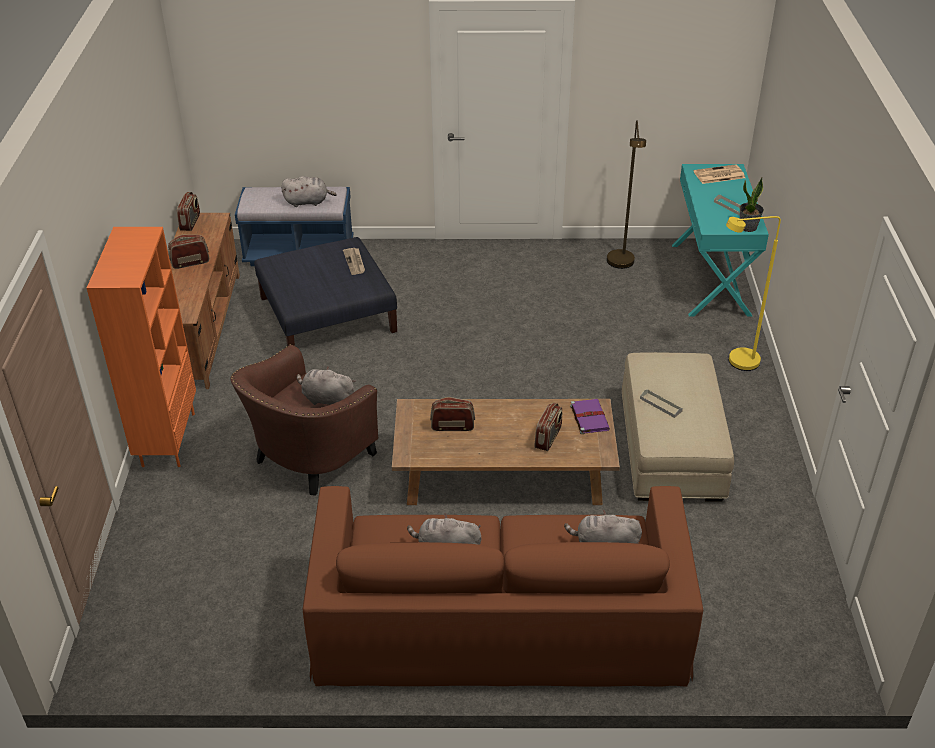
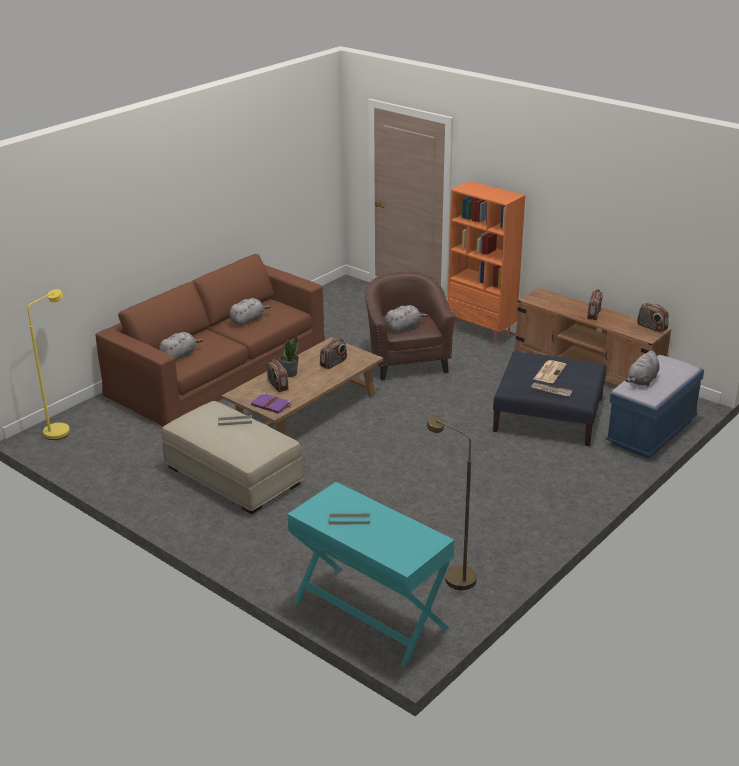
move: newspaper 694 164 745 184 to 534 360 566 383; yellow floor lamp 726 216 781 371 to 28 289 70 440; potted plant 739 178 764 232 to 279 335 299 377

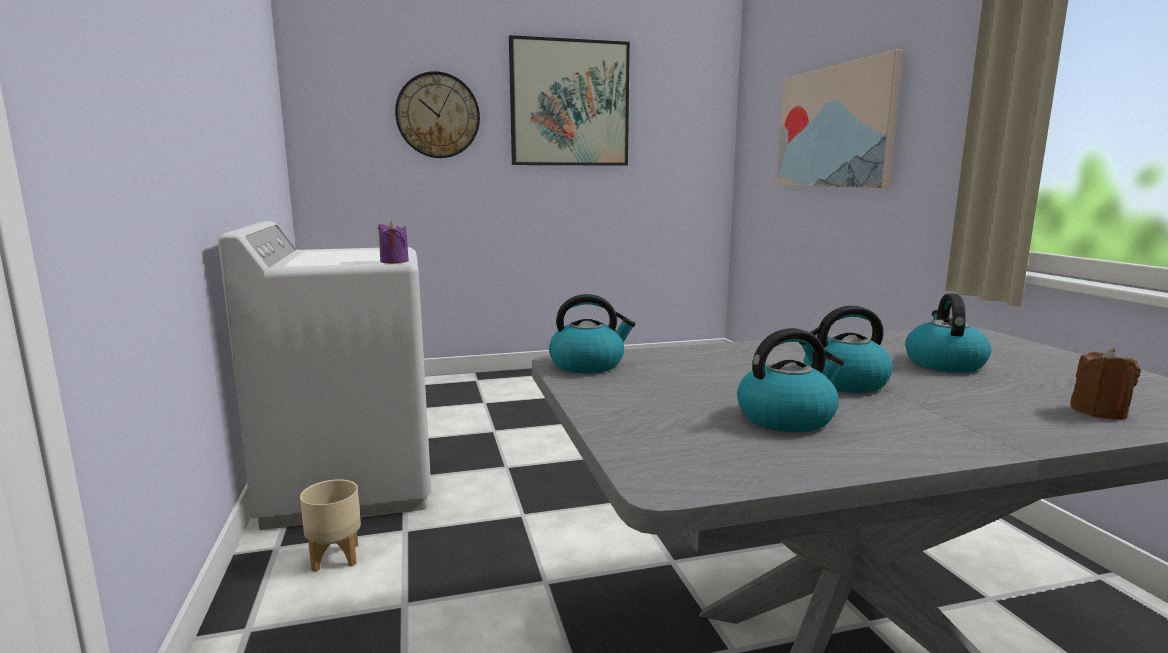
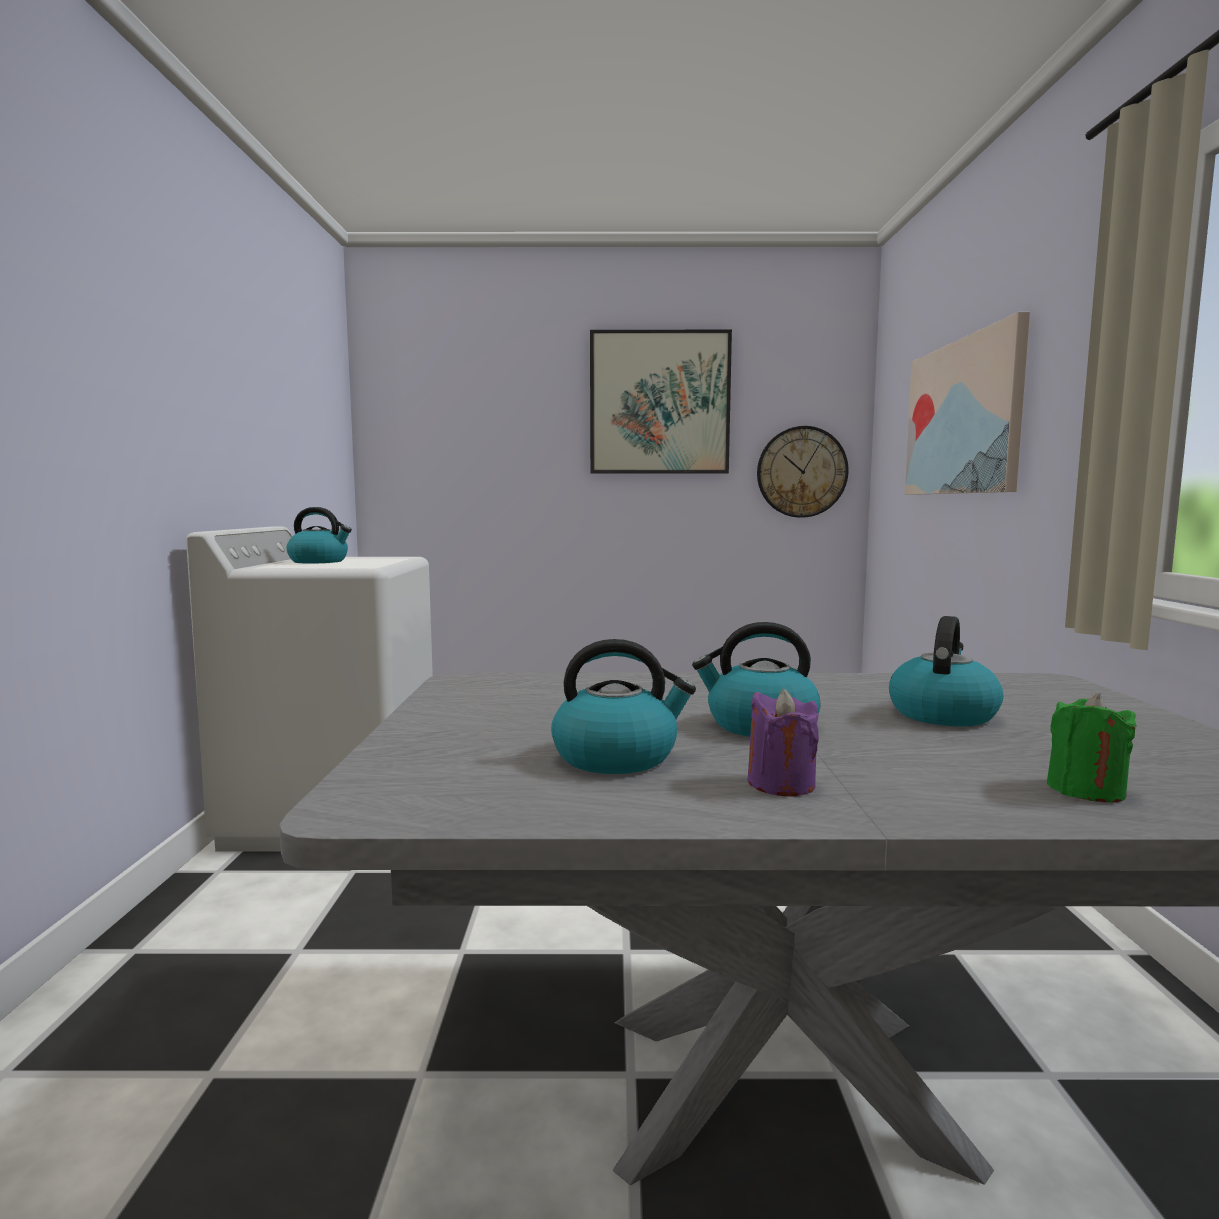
delete: beige planter 300 479 361 572
move: purple candle 378 221 409 263 to 748 689 819 797; wall clock 395 71 480 158 to 757 426 849 518; kettle 549 294 636 374 to 287 507 352 564
recolor: brown candle 1070 348 1141 419 to green candle 1047 693 1137 802

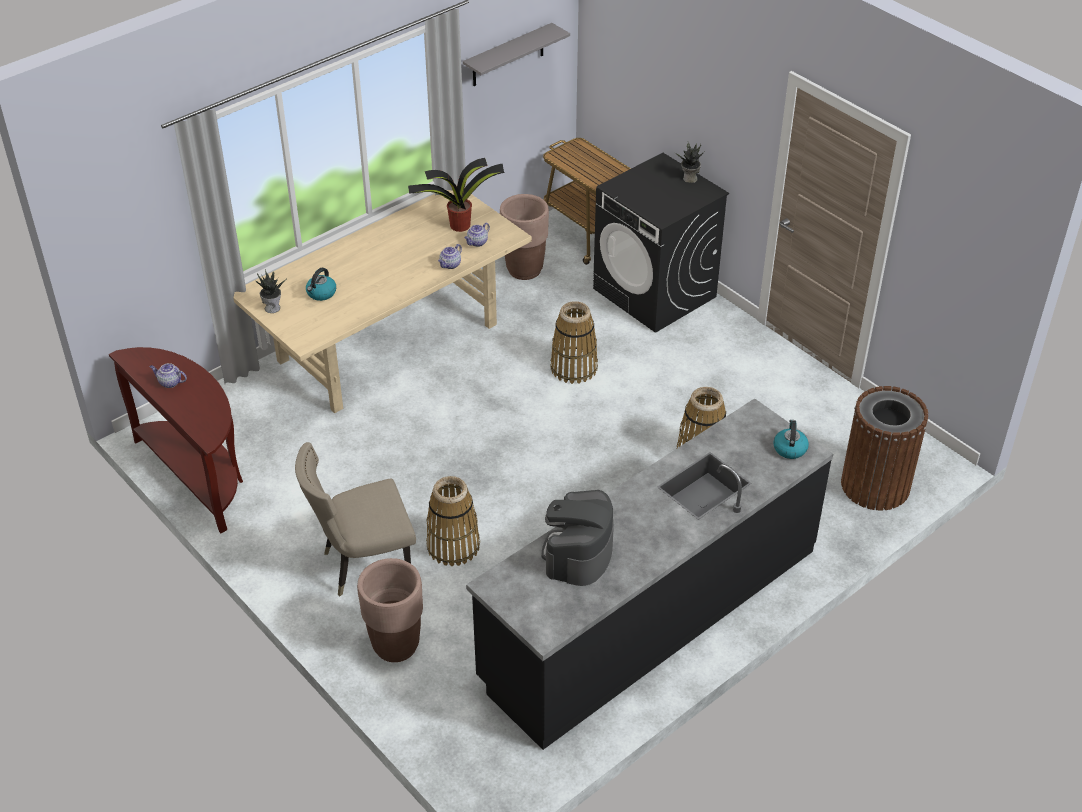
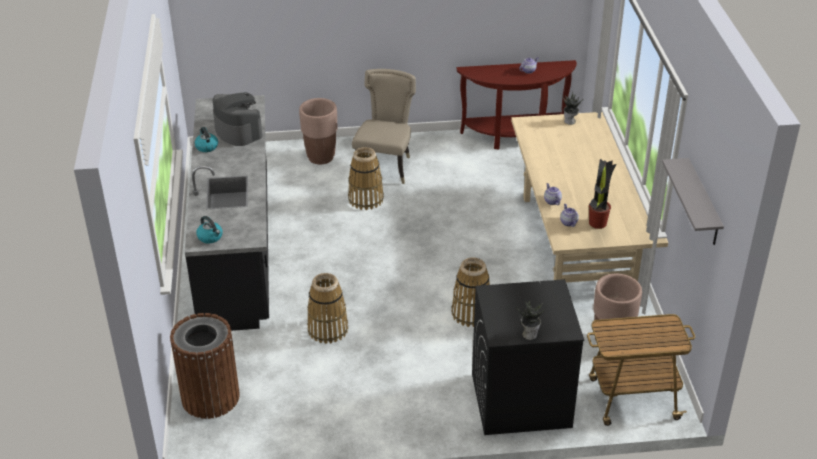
move: kettle 306 268 336 301 to 194 127 218 152

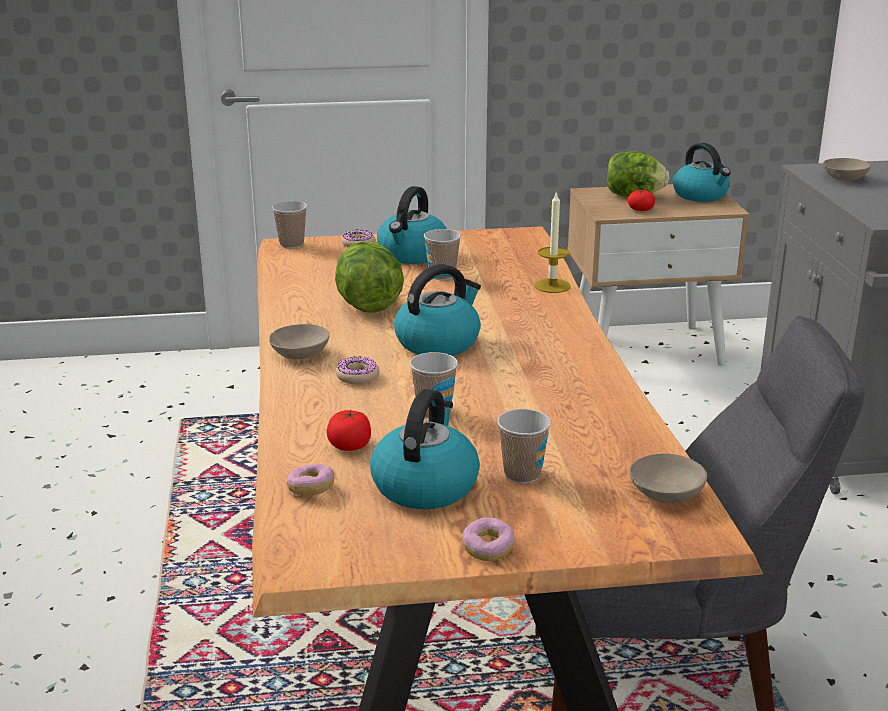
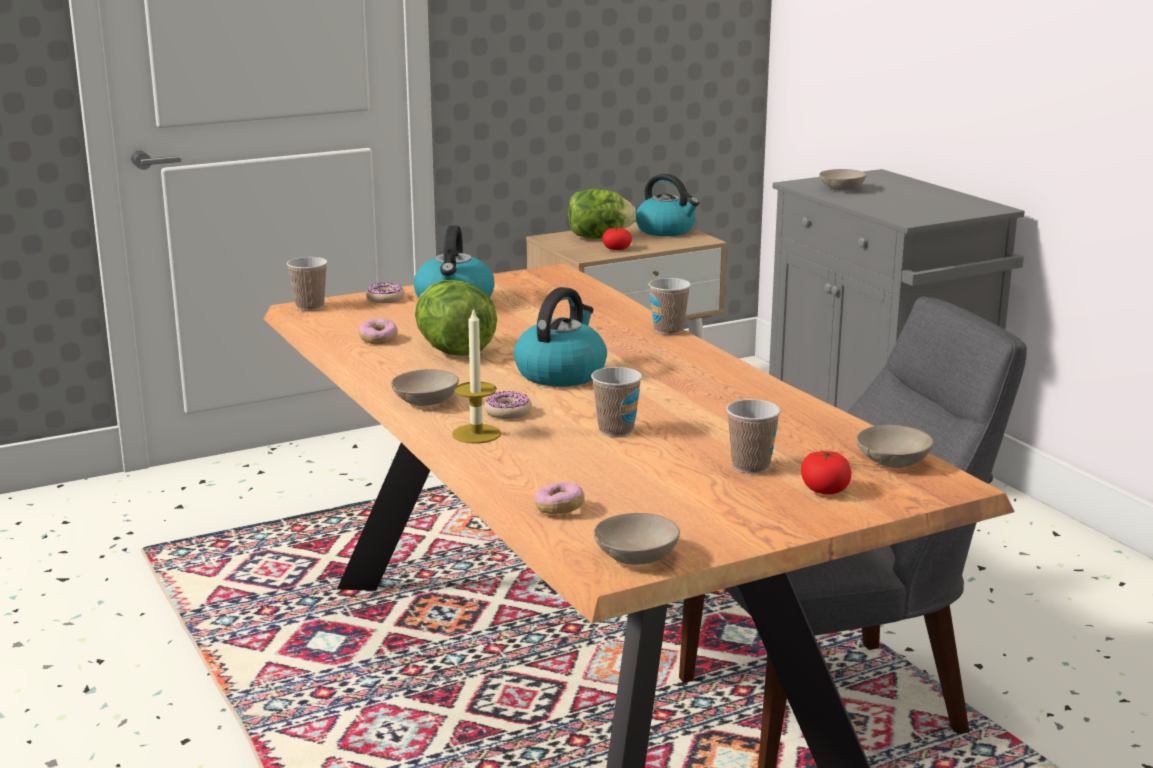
delete: kettle 370 389 480 509
insert: beige bowl 593 513 680 565
move: tomato 327 410 371 451 to 801 450 851 495; cup 424 229 461 280 to 649 278 691 335; donut 462 517 515 561 to 358 318 398 345; candle 534 191 571 293 to 452 307 501 444

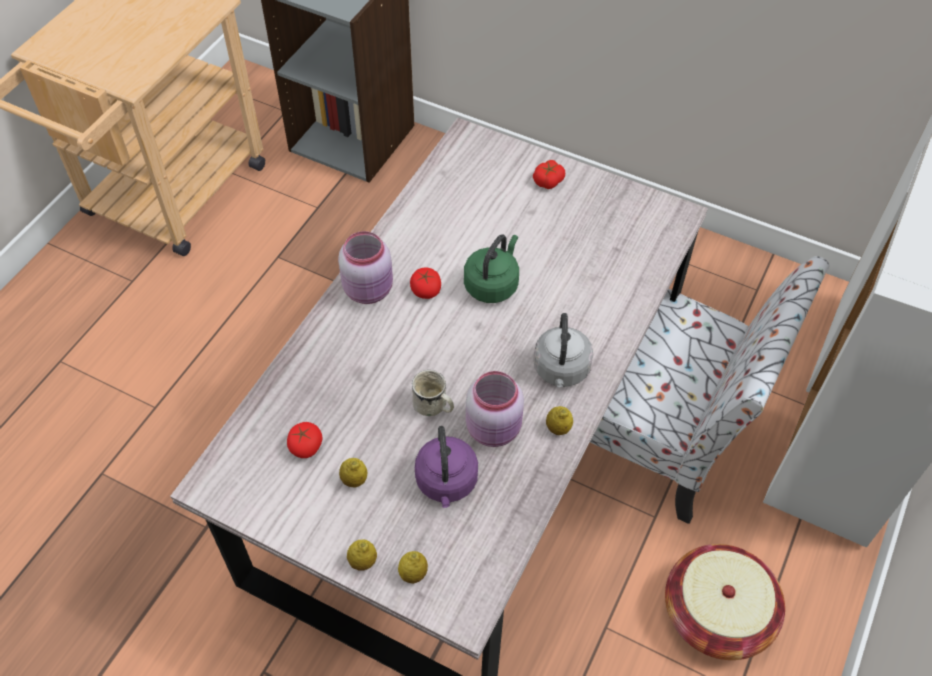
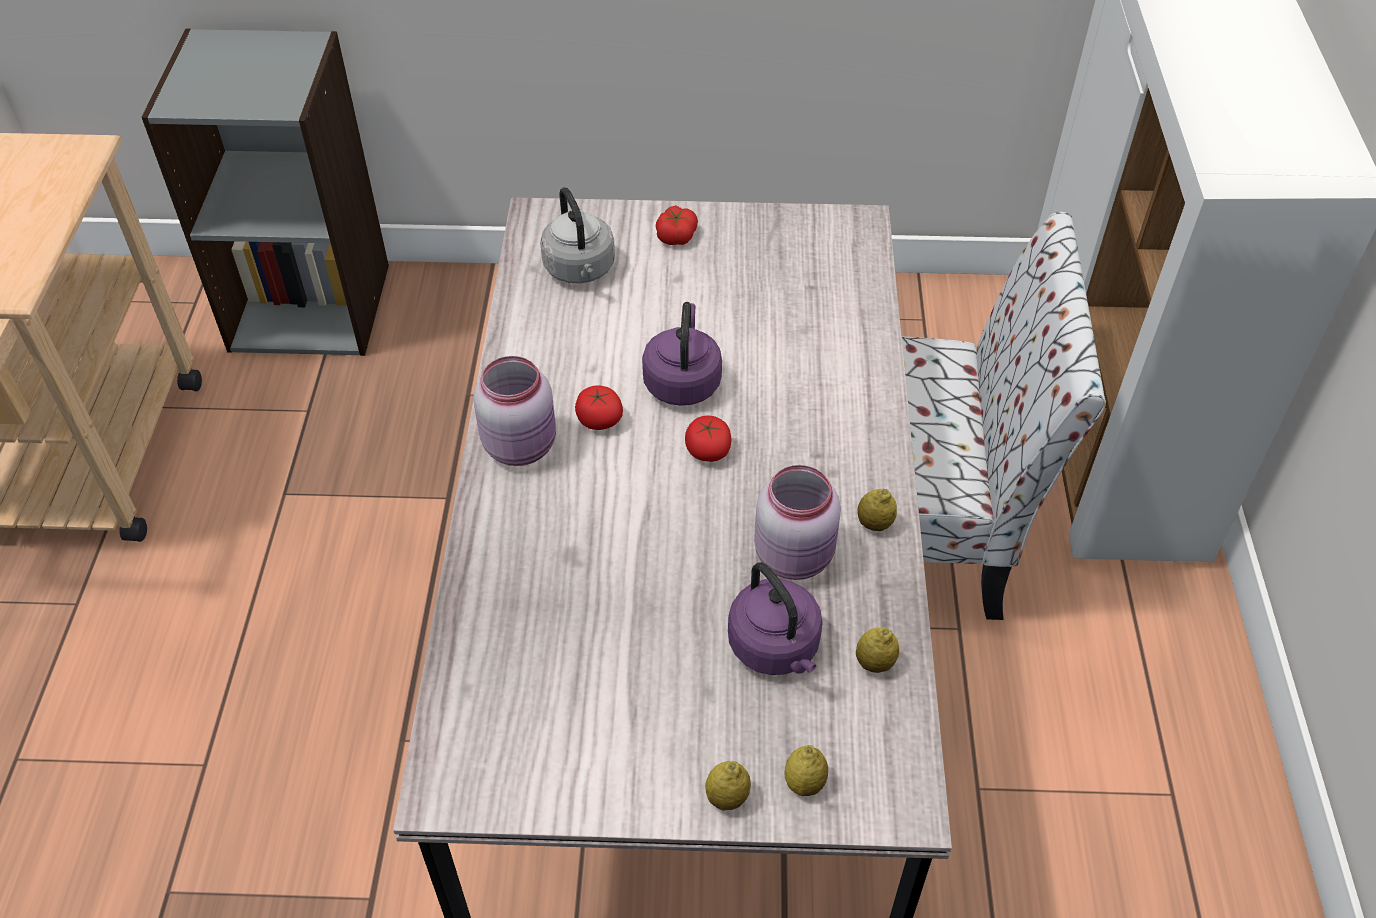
delete: white mug 412 370 454 416; basket 665 544 785 660
move: tomato 287 422 323 458 to 685 416 731 462; lemon 339 458 367 488 to 856 627 899 673; grey kettle 533 313 594 387 to 540 187 615 284
recolor: green kettle 464 234 519 303 to purple kettle 642 302 722 406

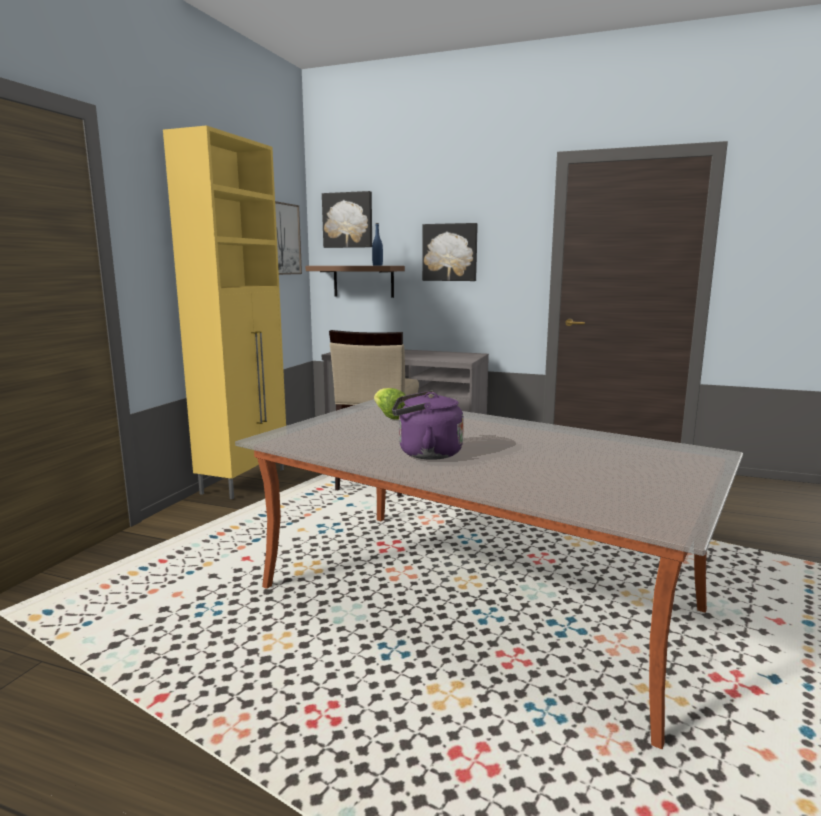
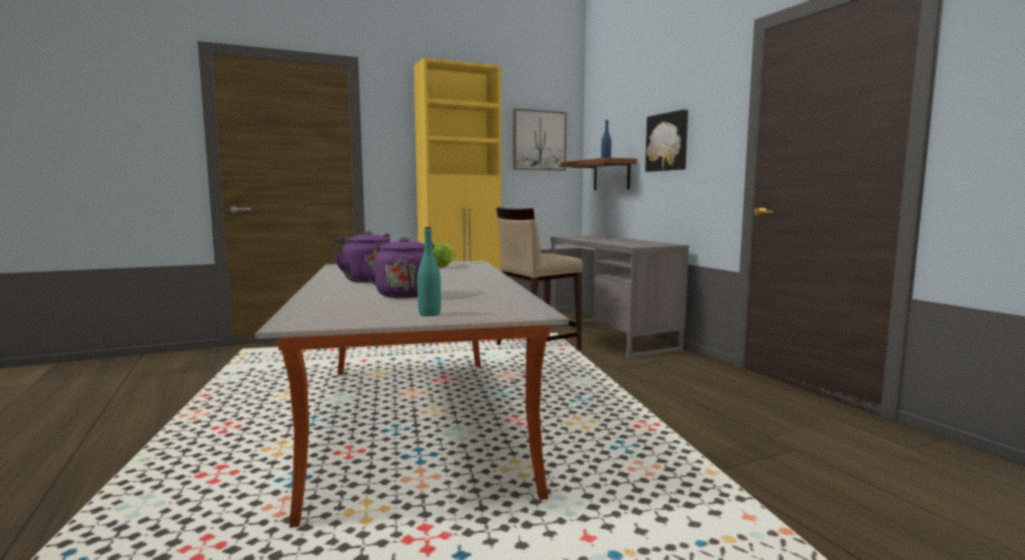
delete: picture 322 191 372 248
insert: purple kettle 361 237 435 298; turquoise bottle 417 227 441 316

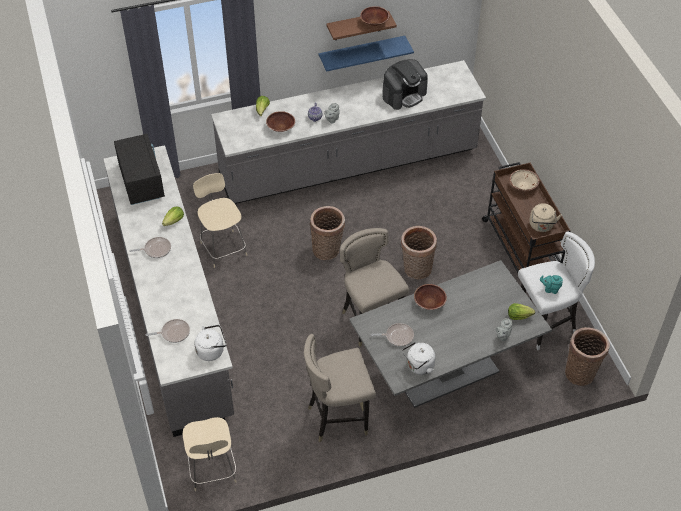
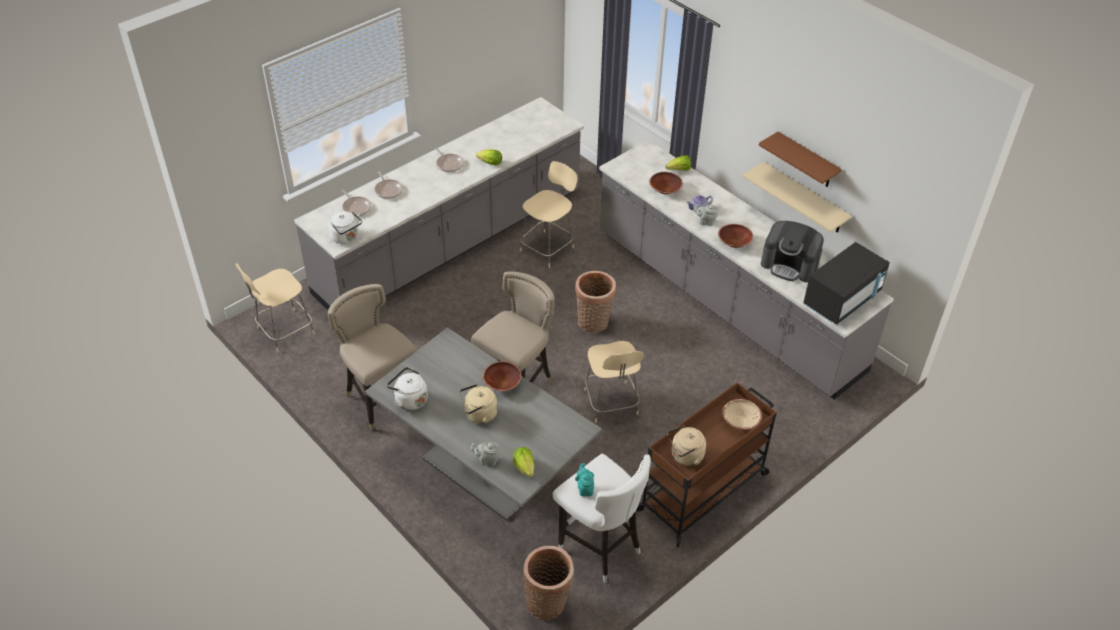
insert: beige kettle 459 384 498 424
move: black microwave 114 134 165 205 to 803 242 890 325; brown bowl 360 6 390 26 to 718 224 753 248; frying pan 371 323 414 347 to 374 171 403 199
replace: basket 401 226 437 280 to beige chair 584 341 644 423
recolor: blue shelf 319 36 414 72 to beige shelf 742 162 852 233

